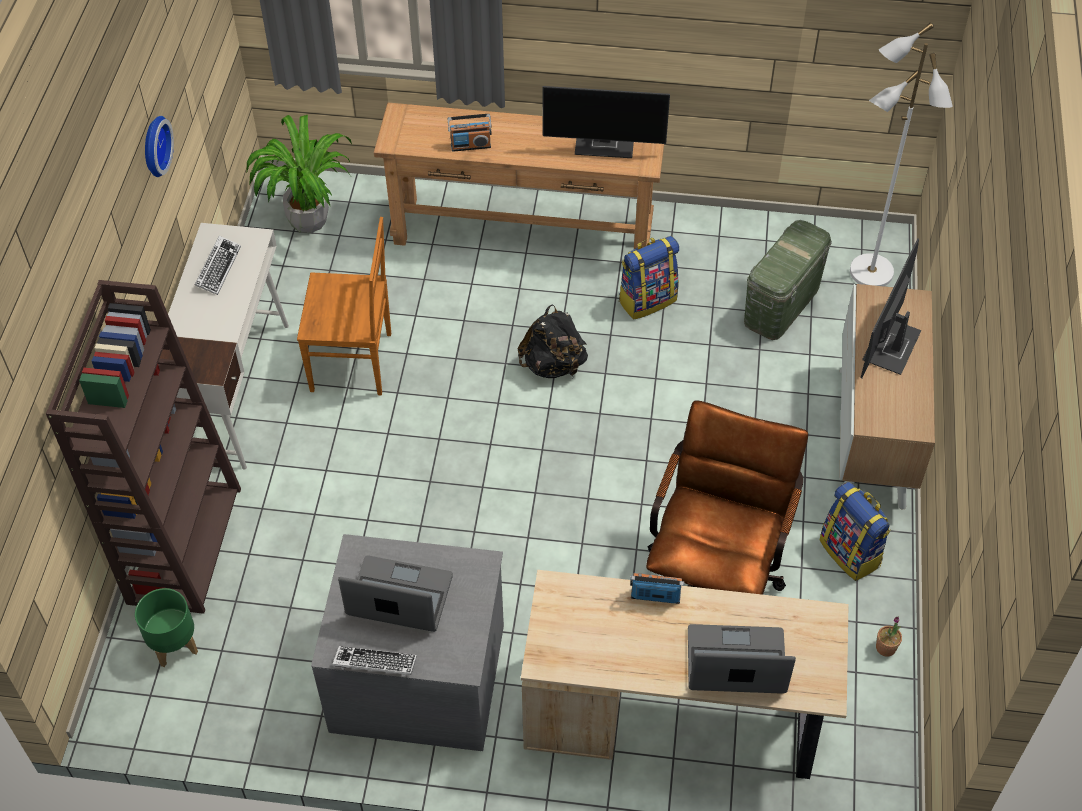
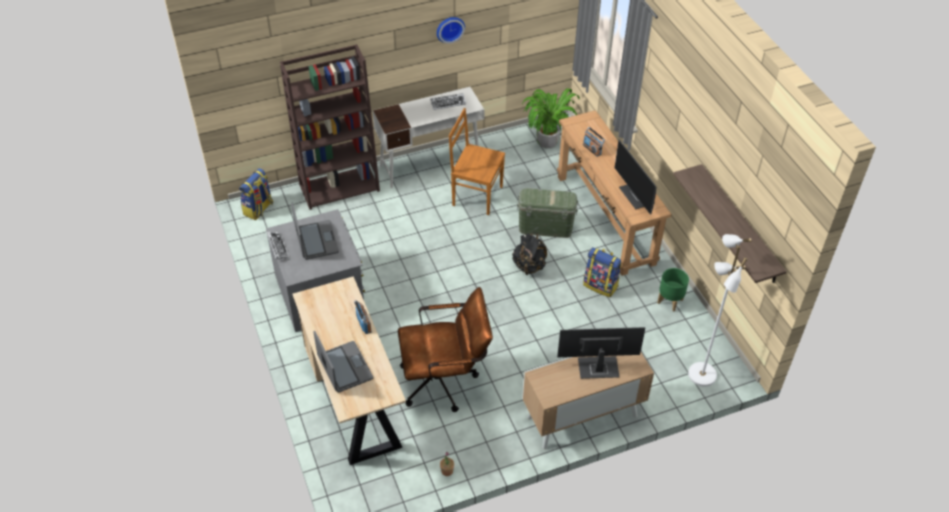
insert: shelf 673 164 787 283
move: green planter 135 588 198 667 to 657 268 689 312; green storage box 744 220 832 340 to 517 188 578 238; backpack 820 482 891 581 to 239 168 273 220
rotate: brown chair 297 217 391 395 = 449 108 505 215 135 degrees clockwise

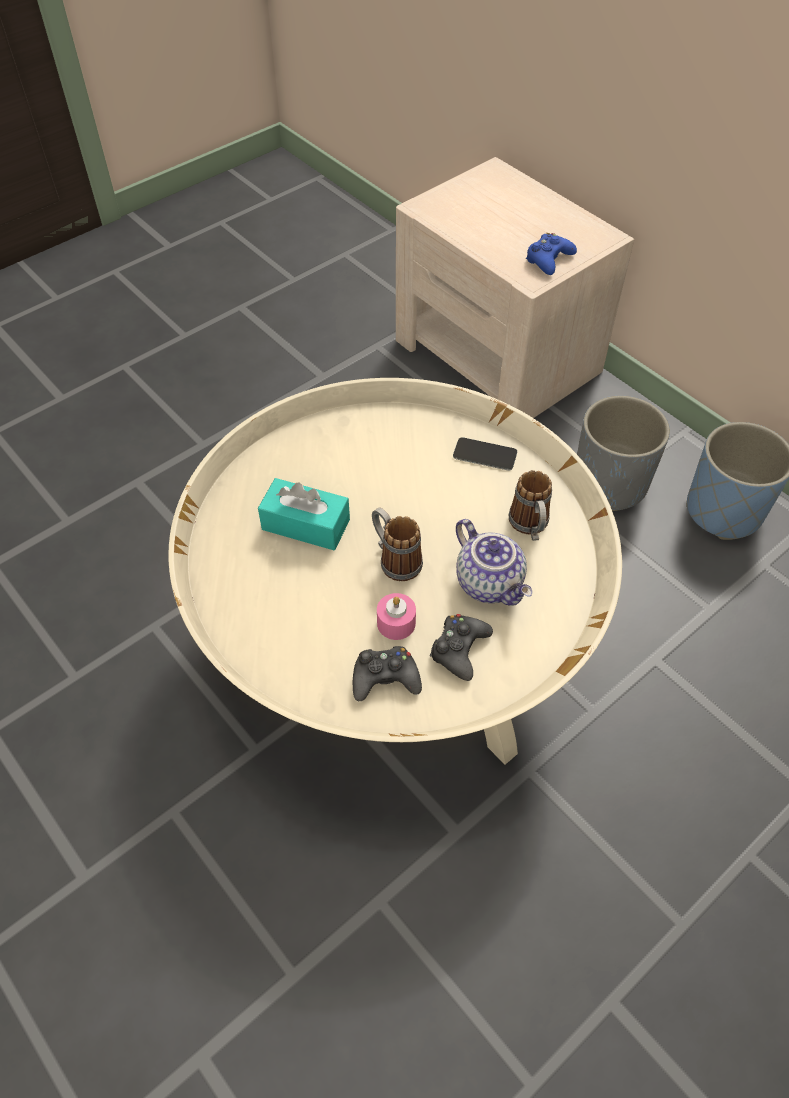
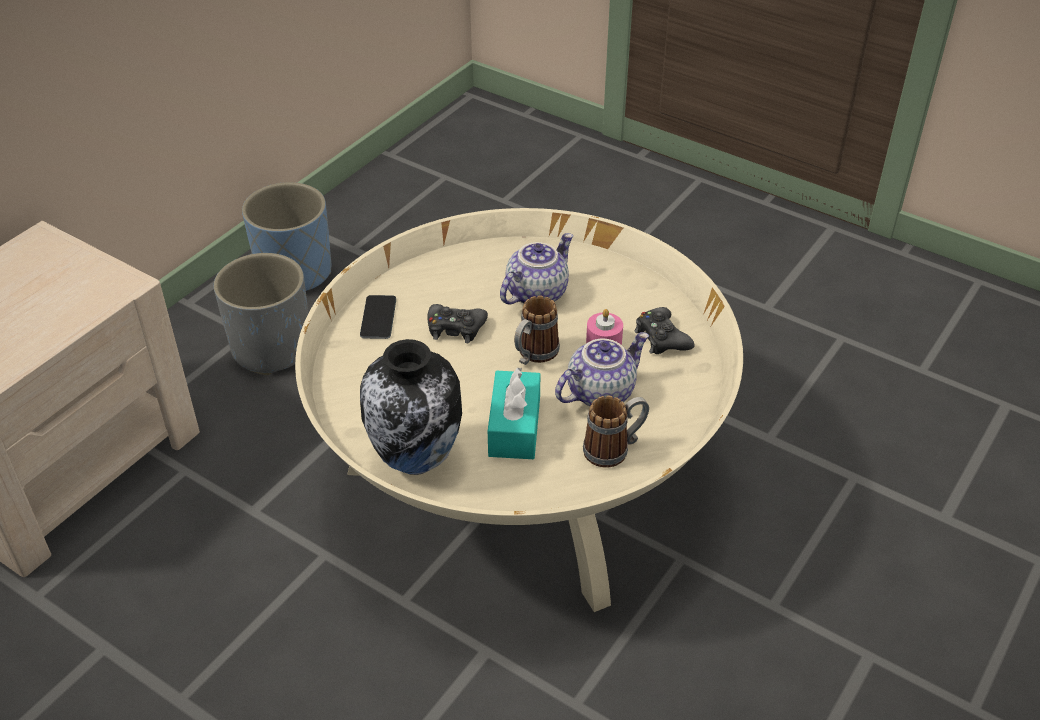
delete: blue game controller 526 233 577 275
insert: vase 360 339 462 475; teapot 555 332 649 406
move: black game controller 430 614 493 681 to 427 304 488 343; mug 508 470 552 541 to 583 396 649 468

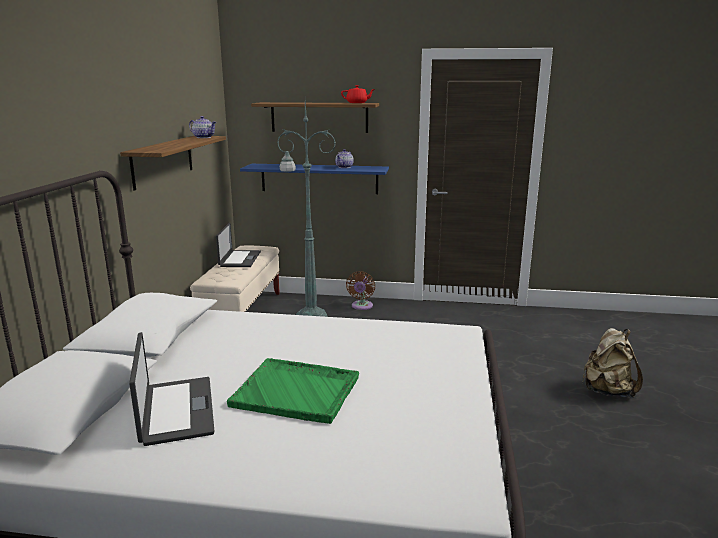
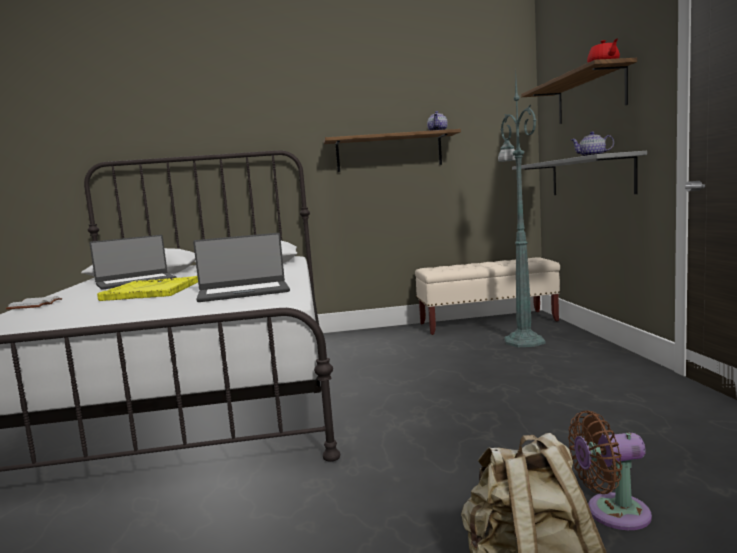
insert: white book 6 296 62 309
move: laptop 216 223 261 267 to 193 233 290 302; brown fan 346 271 375 310 to 568 410 652 530
recolor: green tray 227 358 359 424 to yellow tray 97 276 198 301; blue shelf 240 164 389 194 to grey shelf 512 151 647 195

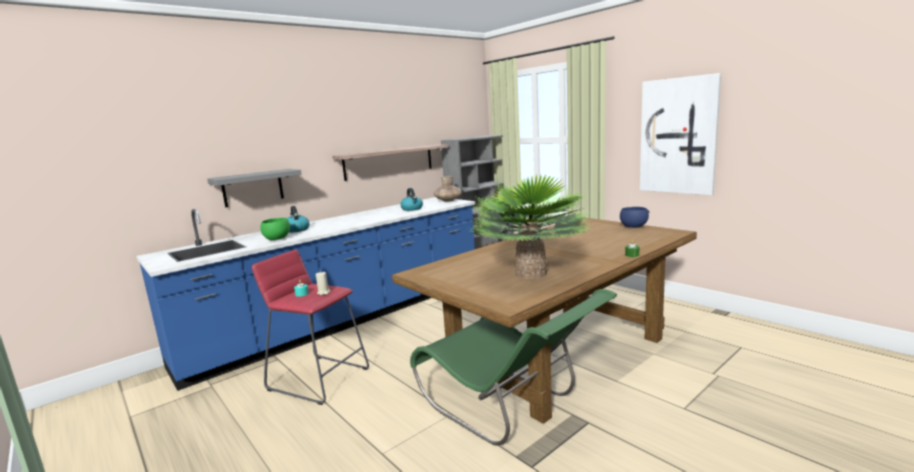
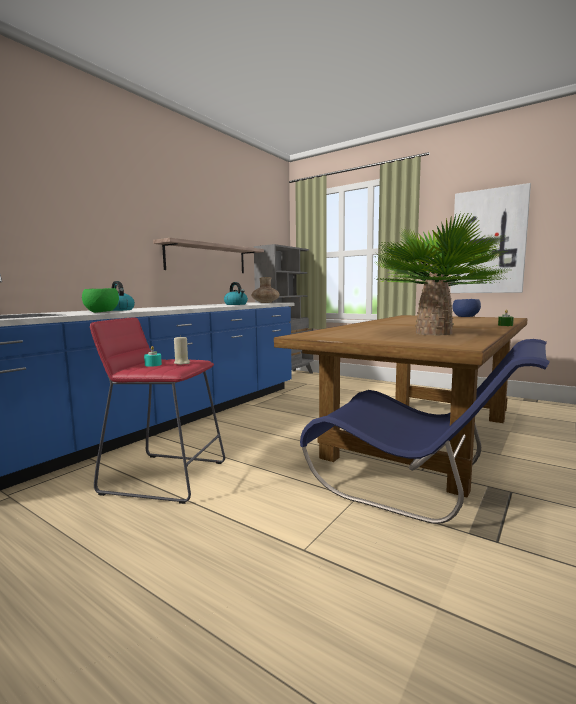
delete: grey shelf 207 169 302 207
recolor: green chair 410 289 617 446 to blue chair 300 339 550 524

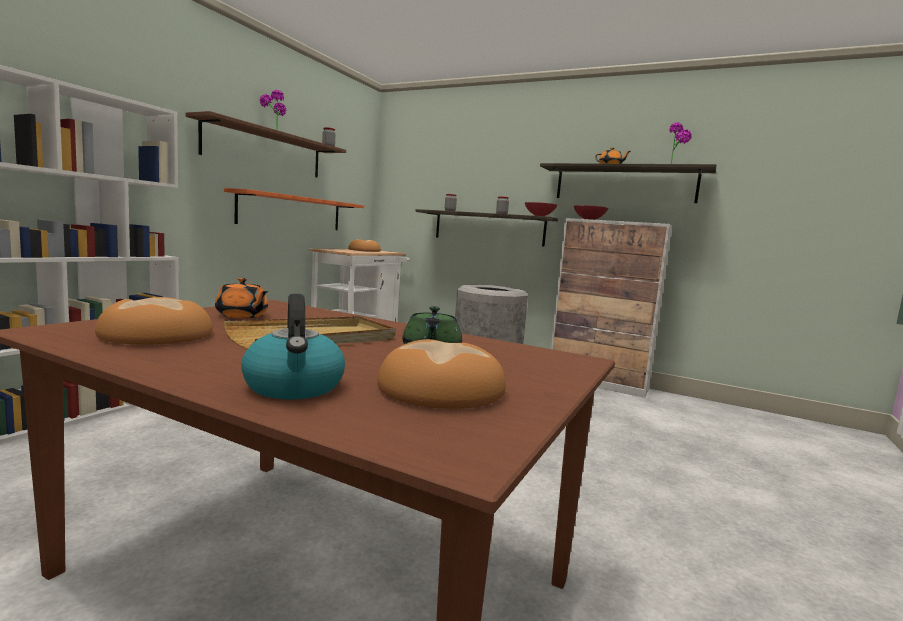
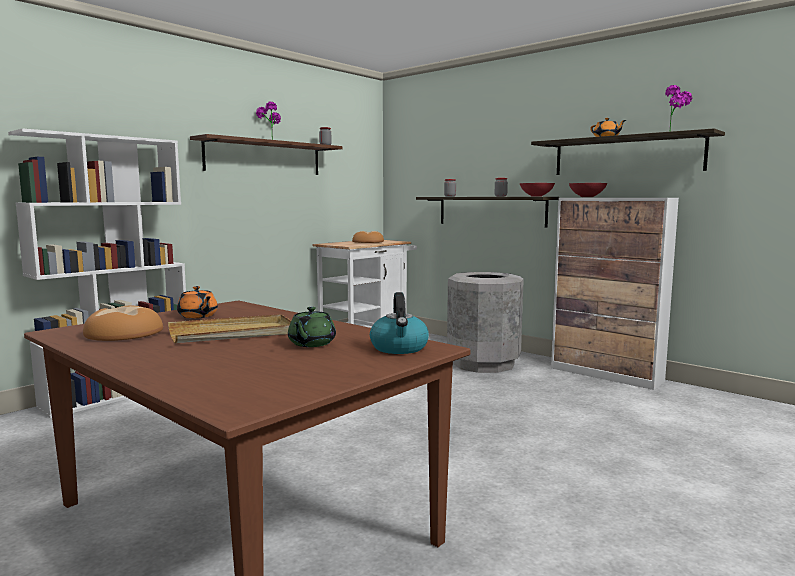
delete: orange shelf 224 188 364 230; bread 377 339 506 409
move: kettle 241 294 345 399 to 370 292 429 354

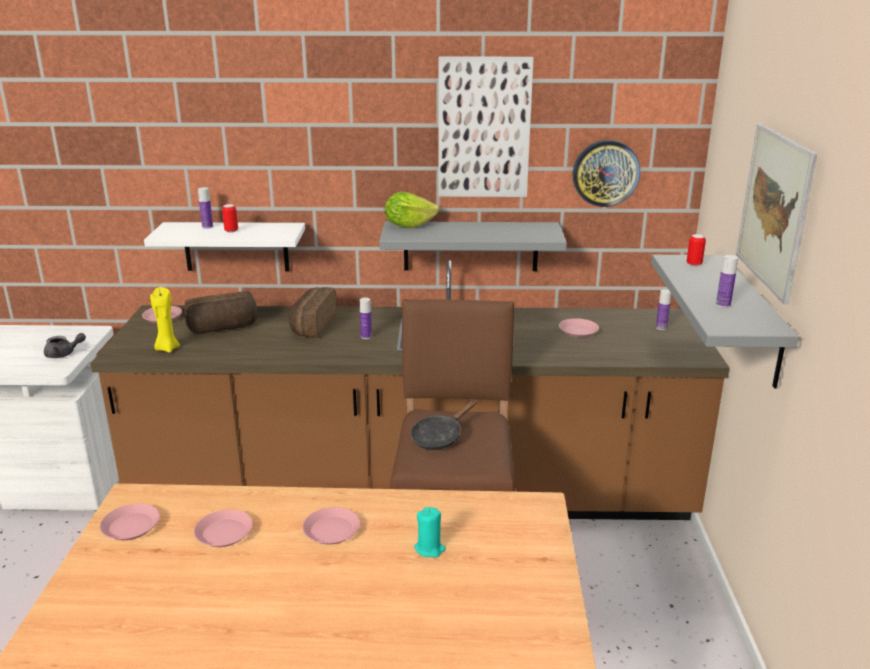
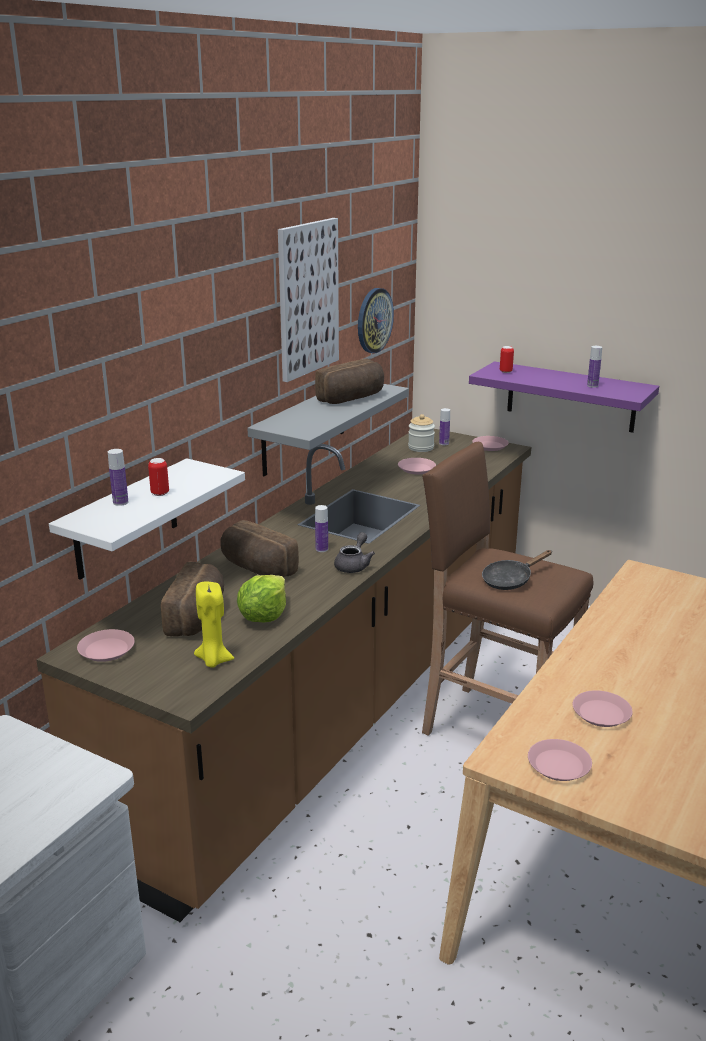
delete: turquoise candle 414 507 446 557; picture 736 124 817 305
insert: bread 315 359 384 404; jar 408 414 435 452
move: grey teapot 44 333 86 358 to 334 532 375 573; pink plate 303 507 360 545 to 472 436 509 451; lettuce 385 192 439 228 to 237 575 286 622
recolor: grey shelf 651 255 799 388 to purple shelf 469 361 659 433
rotate: black frying pan 411 400 477 450 = 482 550 552 590 75 degrees clockwise

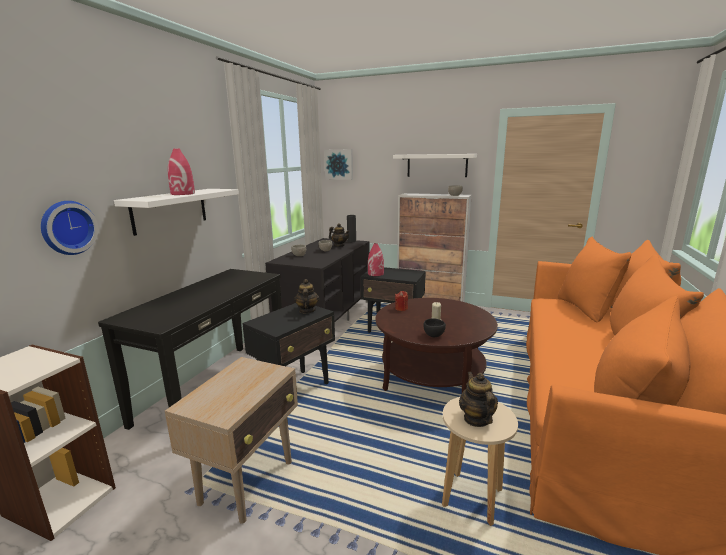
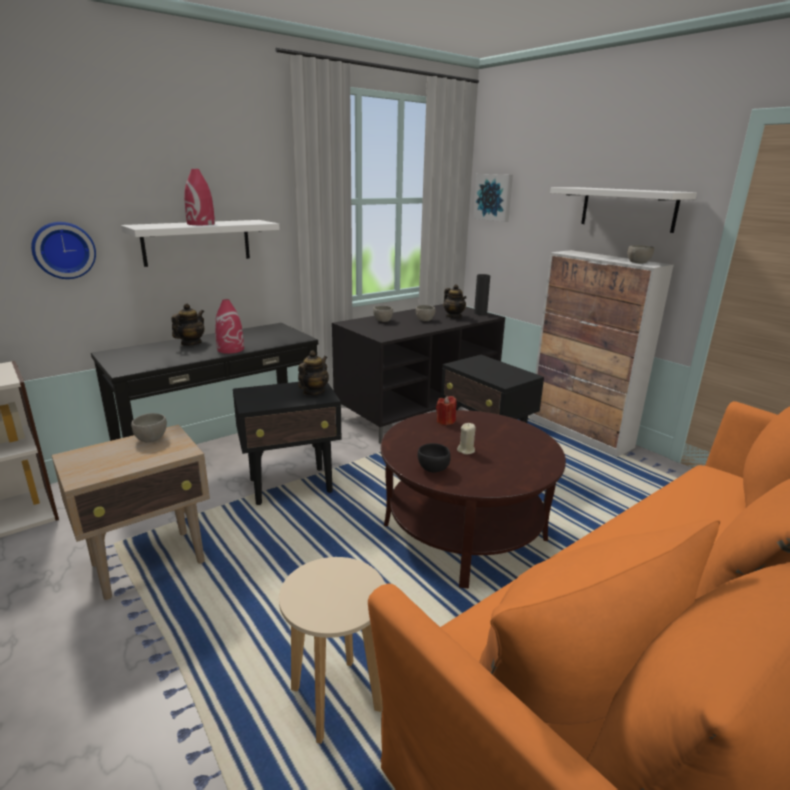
insert: grey bowl 131 413 167 443
move: red vase 368 243 384 276 to 215 299 244 354; teapot 459 372 498 427 to 171 303 205 346

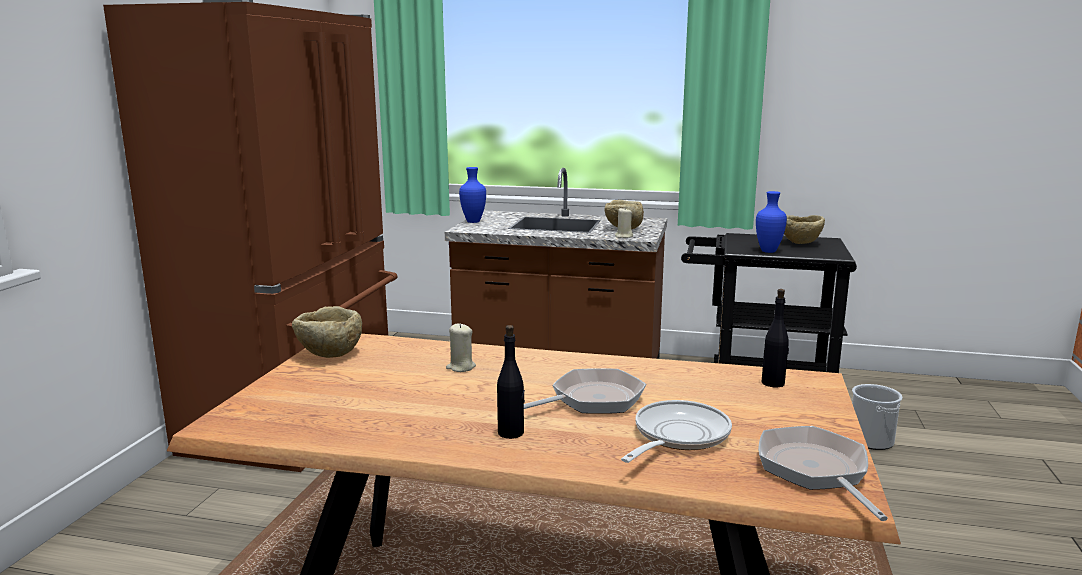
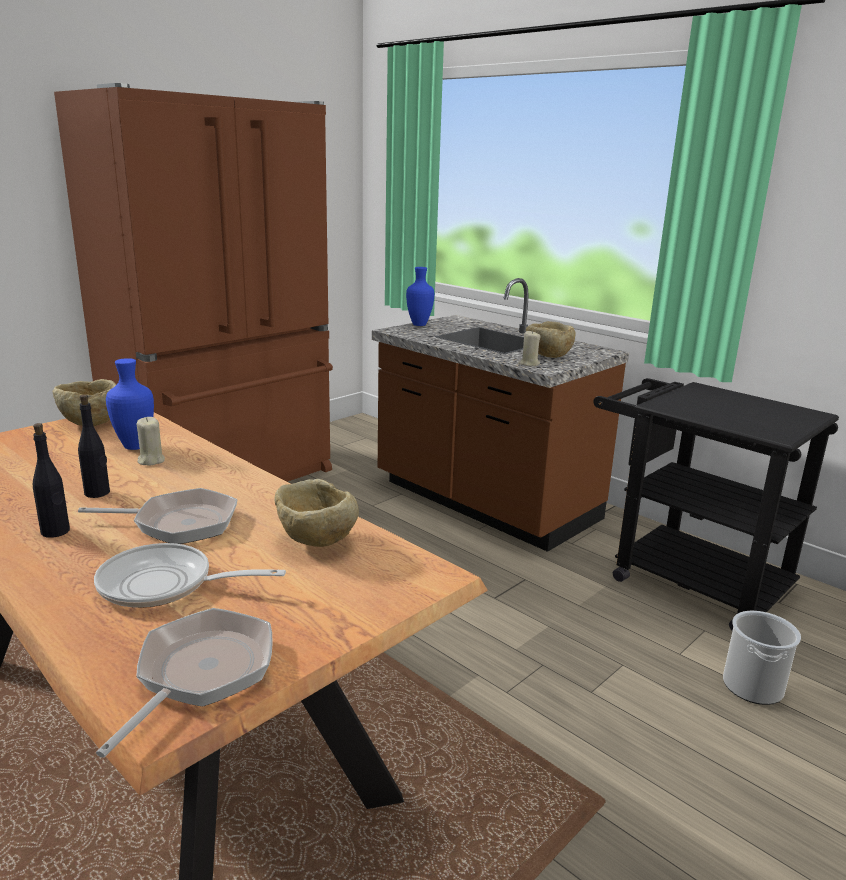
move: blue vase 756 191 787 253 to 106 358 154 450; black bottle 762 289 789 388 to 78 395 110 498; beige bowl 784 215 825 244 to 274 479 359 547
rotate: frying pan 621 400 732 463 = 94 543 286 608 150 degrees counterclockwise

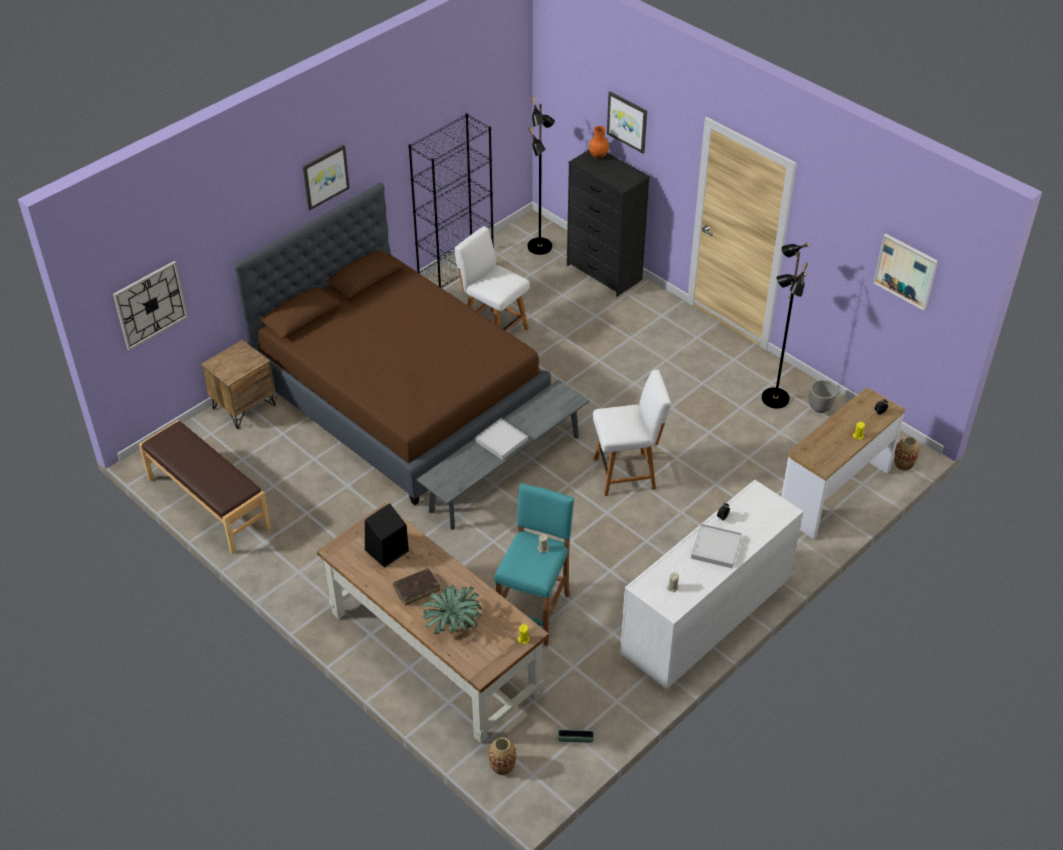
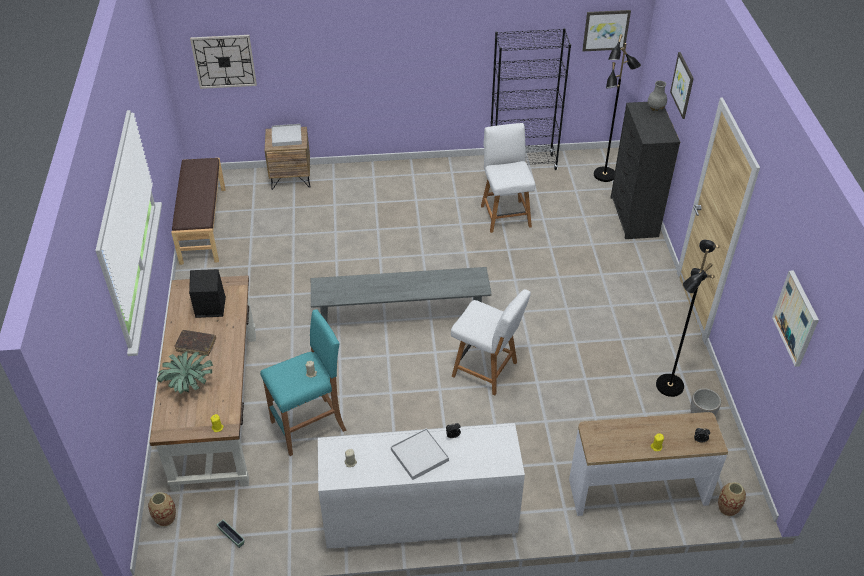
delete: brown bed 234 183 551 505
move: picture 303 145 350 210 to 582 10 631 51; white tray 475 418 528 460 to 272 124 302 147
recolor: orange vase 589 126 609 159 to grey vase 648 81 667 112

